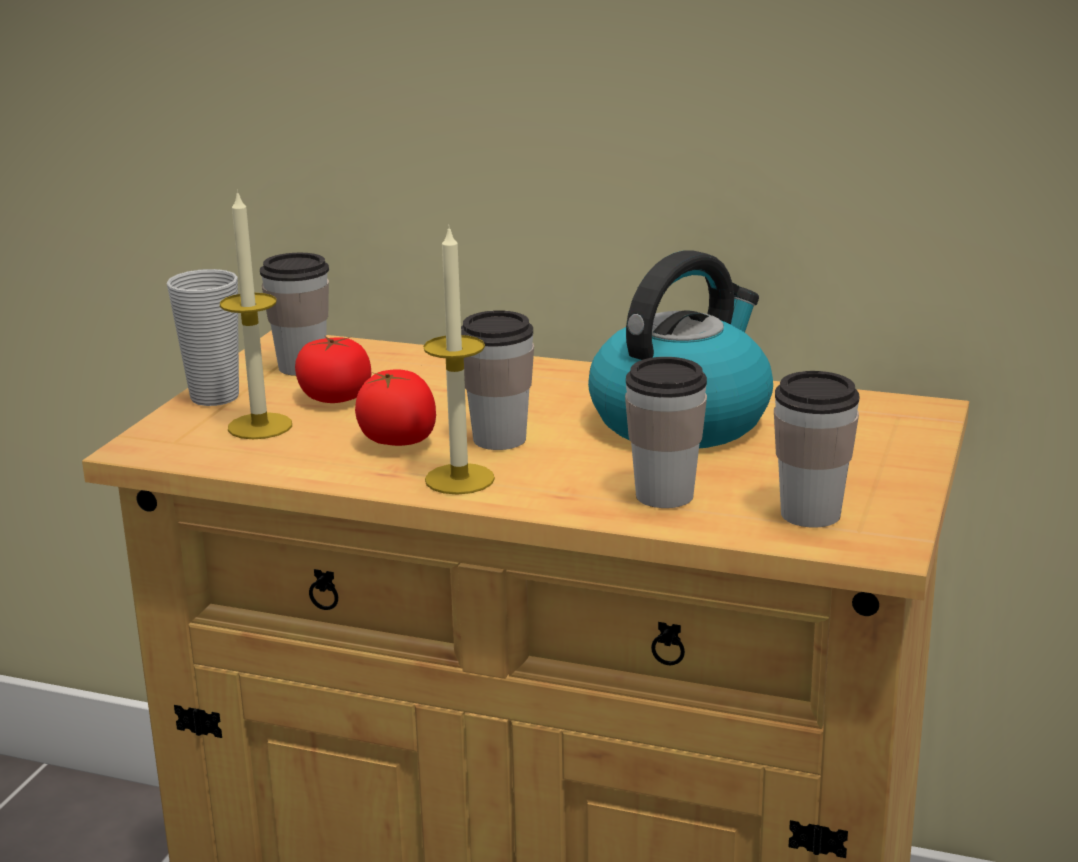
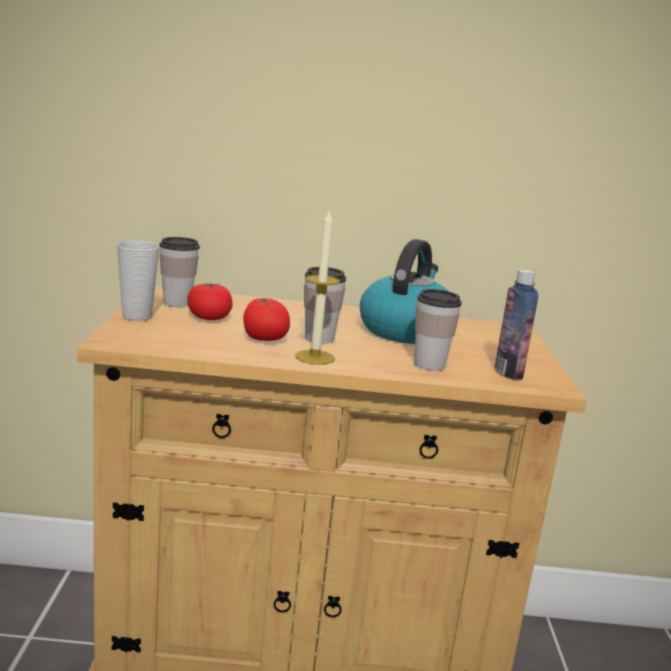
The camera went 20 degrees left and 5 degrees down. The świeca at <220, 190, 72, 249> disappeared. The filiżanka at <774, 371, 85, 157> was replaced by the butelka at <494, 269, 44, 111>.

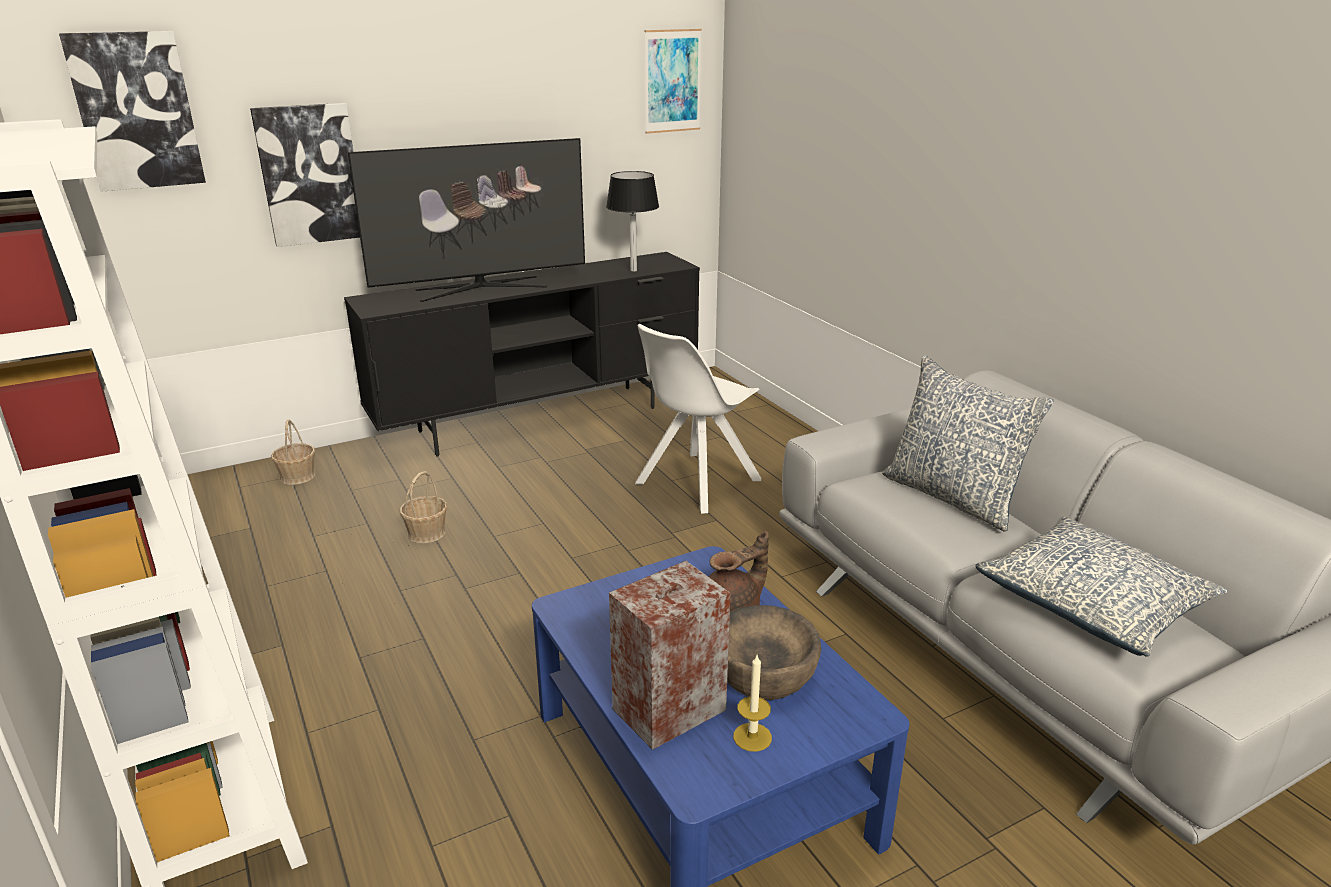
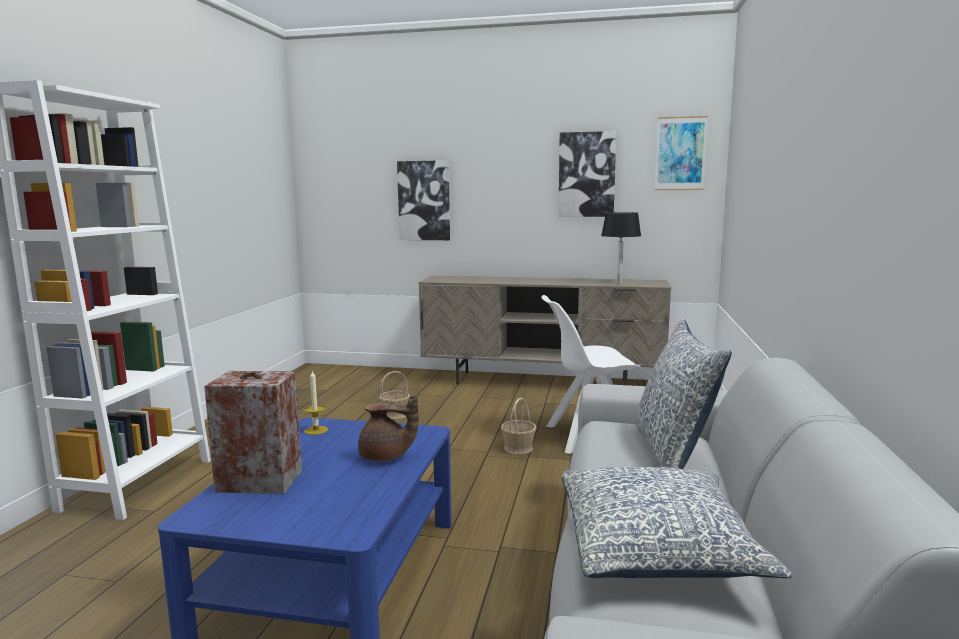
The camera went 40 degrees right and 15 degrees down. The obraz moved from <59, 31, 147, 161> to <558, 131, 58, 86>. The telewizor at <348, 138, 237, 164> disappeared. The szafka pod telewizor [czarny] at <344, 252, 356, 205> became the szafka pod telewizor [beżowy] at <418, 276, 253, 109>. The koszyk moved from <271, 419, 44, 66> to <501, 398, 36, 56>. The miska [brązowy] at <727, 605, 94, 95> disappeared. The świeca moved from <733, 655, 39, 97> to <304, 370, 24, 65>.

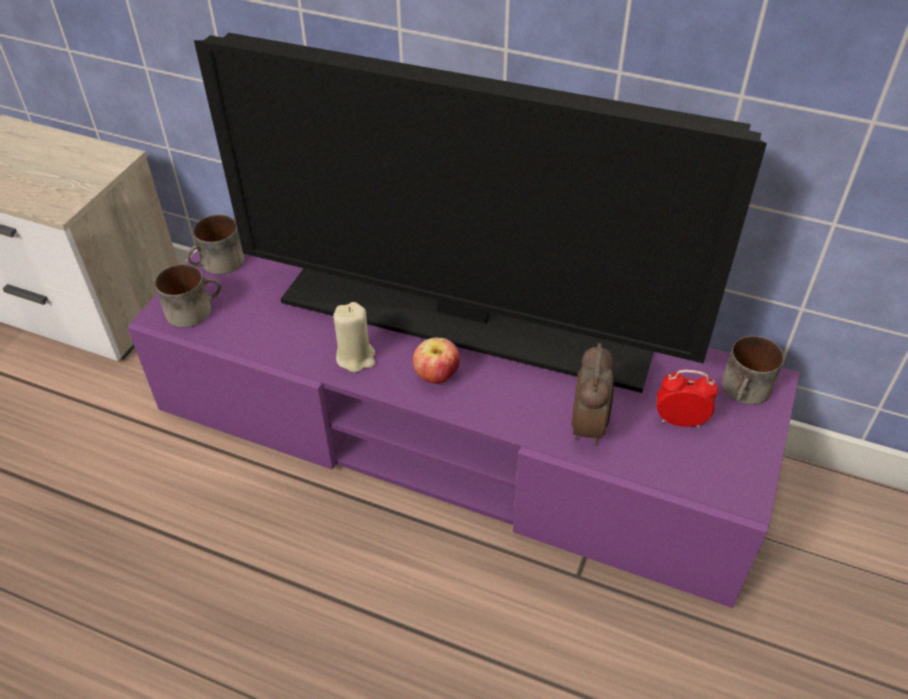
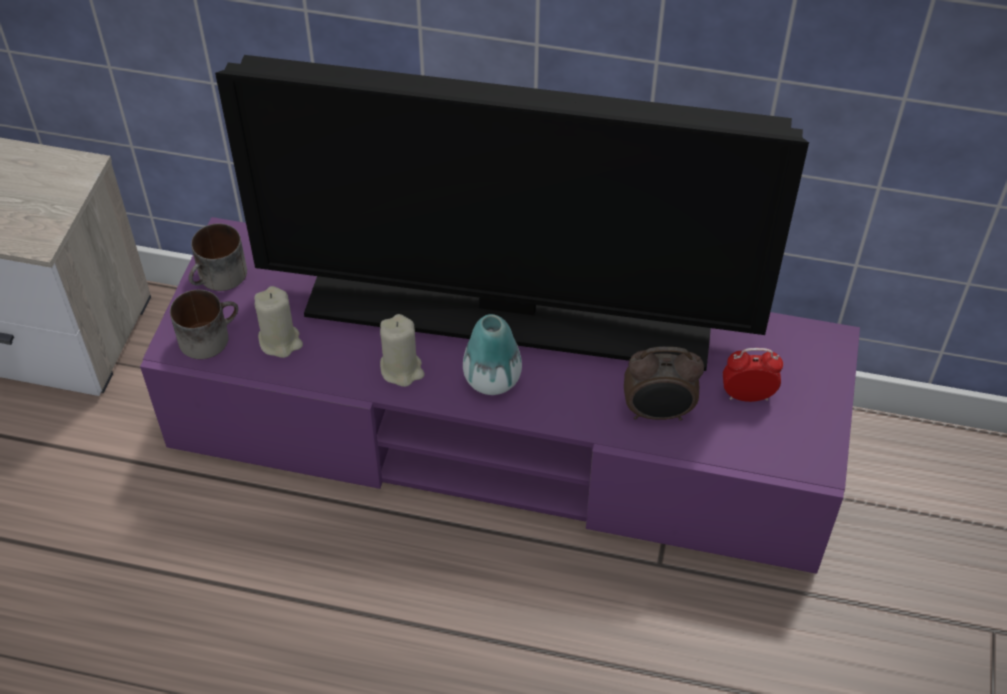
The camera went 10 degrees left and 5 degrees up. The kubek at <722, 336, 62, 69> disappeared. The jabłko at <413, 338, 47, 46> was replaced by the wazon at <463, 314, 59, 81>. The budzik at <571, 343, 43, 103> turned 90 degrees clockwise. The świeca [beżowy] at <254, 286, 49, 72> appeared.

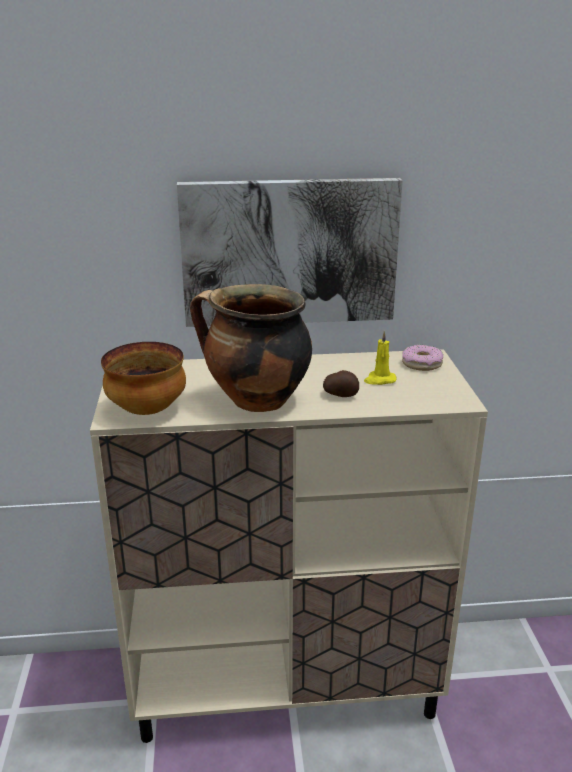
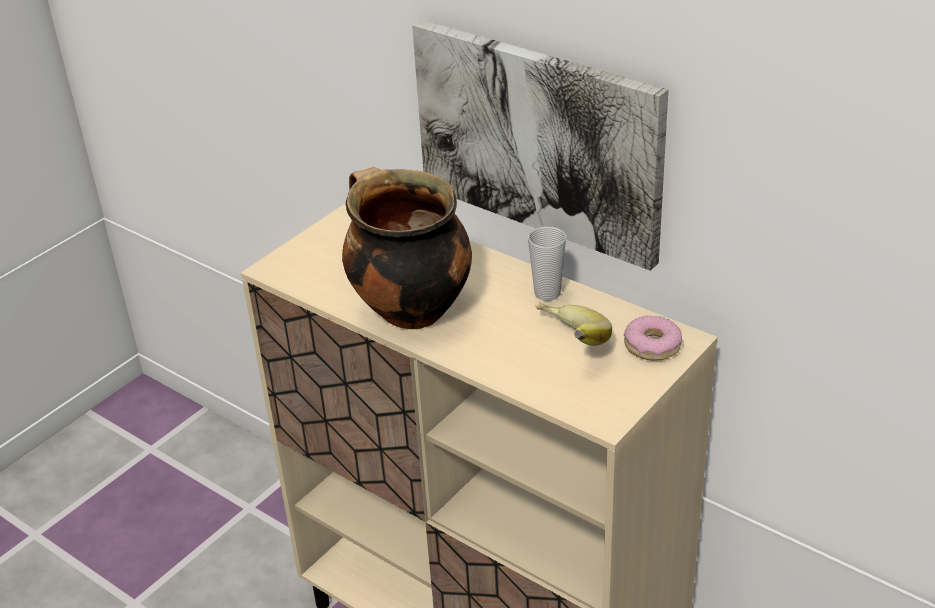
The camera went 45 degrees right and 10 degrees up. The świeca [żółty] at <364, 331, 33, 54> was replaced by the banan at <536, 302, 76, 44>. The miska at <101, 342, 85, 73> disappeared. The ziemniak at <323, 370, 36, 27> disappeared. The filiżanka at <528, 226, 38, 75> appeared.

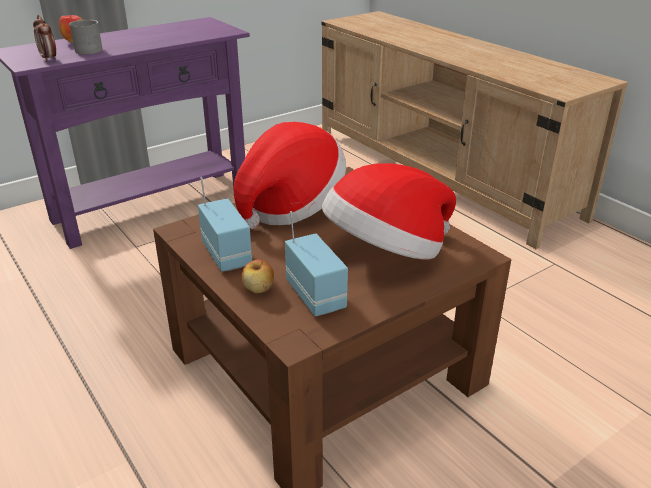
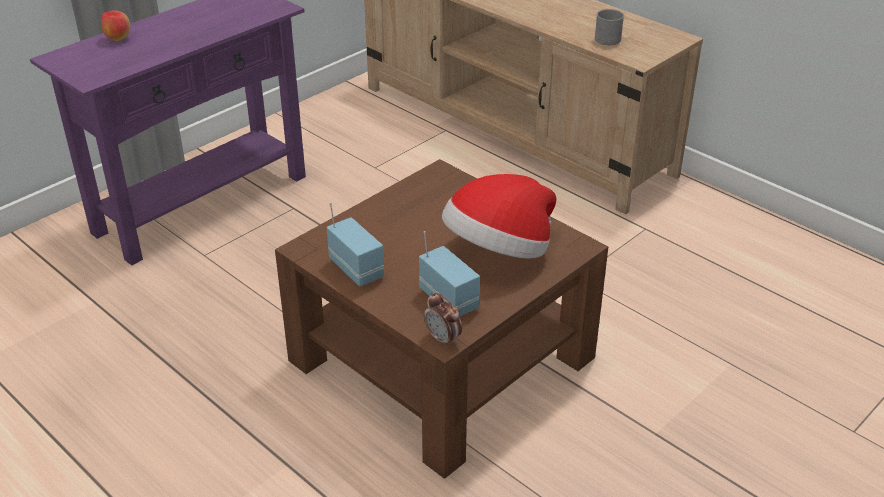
The camera went 10 degrees left and 5 degrees up. The budzik moved from <33, 15, 23, 47> to <424, 292, 38, 56>. The kubek [szary] moved from <69, 20, 34, 35> to <595, 9, 29, 36>. The kapelusz at <234, 122, 112, 107> disappeared. The jabłko at <241, 259, 33, 34> disappeared.

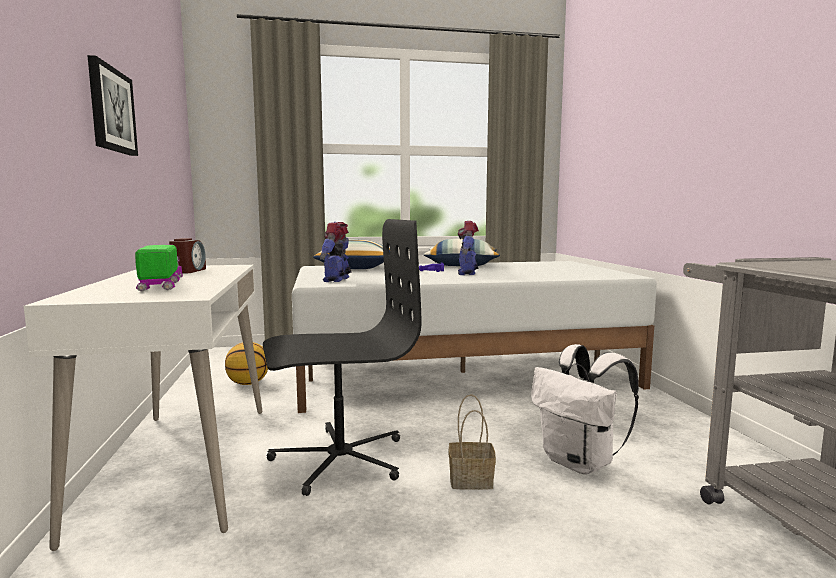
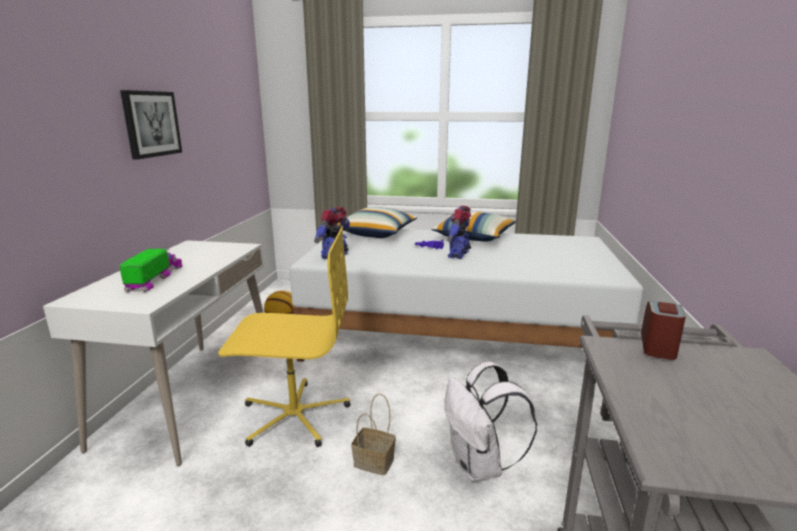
The camera went 20 degrees right and 10 degrees up. The krzesło biurowe [czarny] at <263, 219, 158, 277> became the krzesło biurowe [żółty] at <218, 226, 133, 221>. The budzik moved from <169, 238, 37, 36> to <641, 301, 45, 59>.

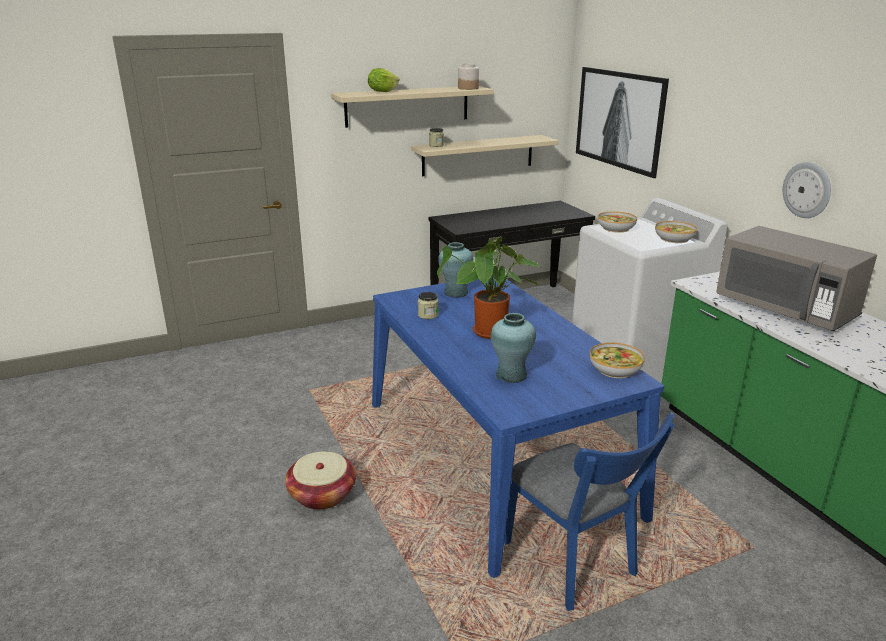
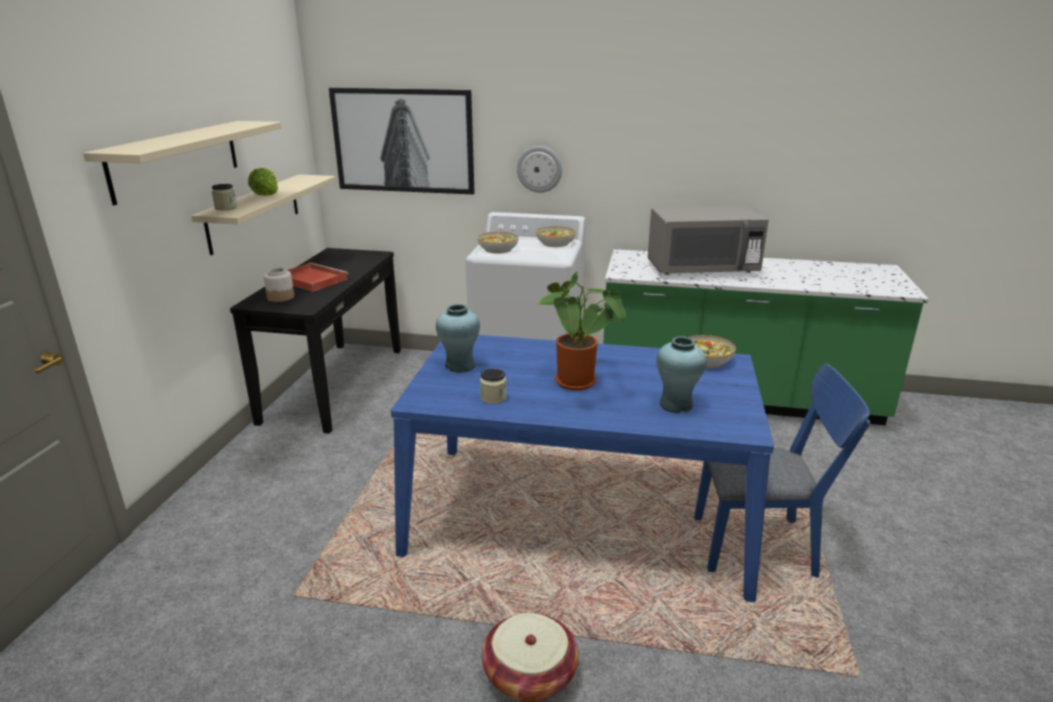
The camera went 55 degrees left and 0 degrees up. The słoik moved from <458, 64, 21, 26> to <263, 268, 31, 34>. The sałata moved from <368, 68, 31, 24> to <248, 168, 30, 28>. The zegar ścienny moved from <783, 162, 48, 56> to <517, 146, 45, 47>. The taca [czerwony] at <287, 263, 61, 29> appeared.

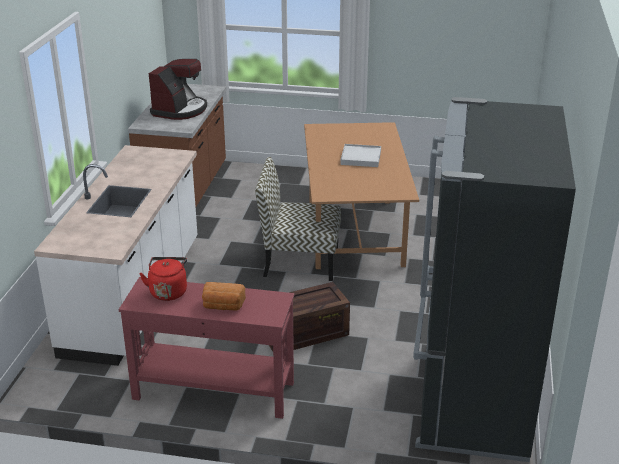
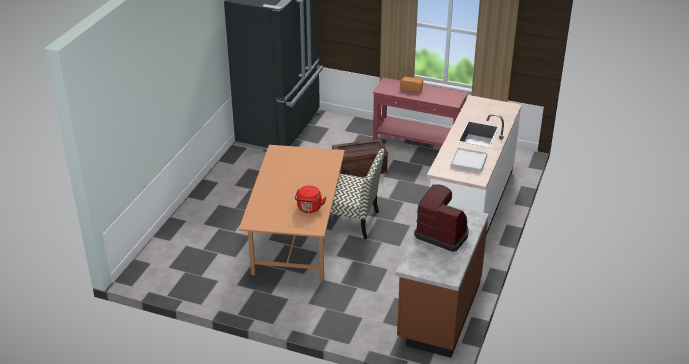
The camera went 170 degrees left and 5 degrees up. The ekspres do kawy at <149, 59, 58, 61> turned 90 degrees clockwise. The taca [biały] moved from <340, 144, 41, 23> to <451, 148, 36, 25>. The czajnik [czerwony] moved from <139, 257, 48, 44> to <295, 185, 32, 28>.

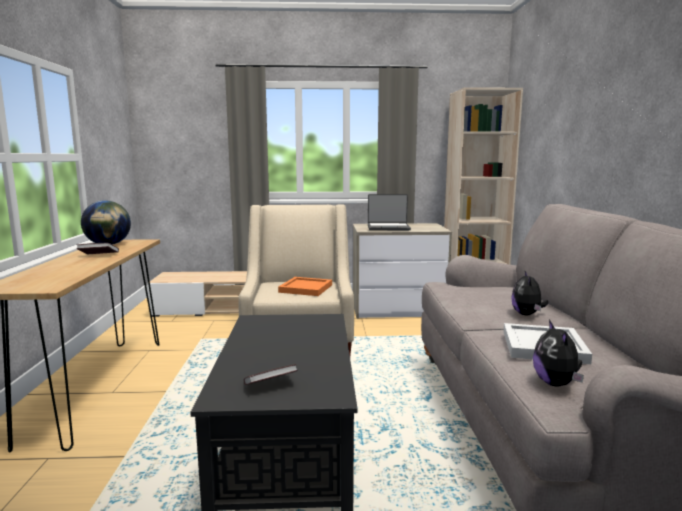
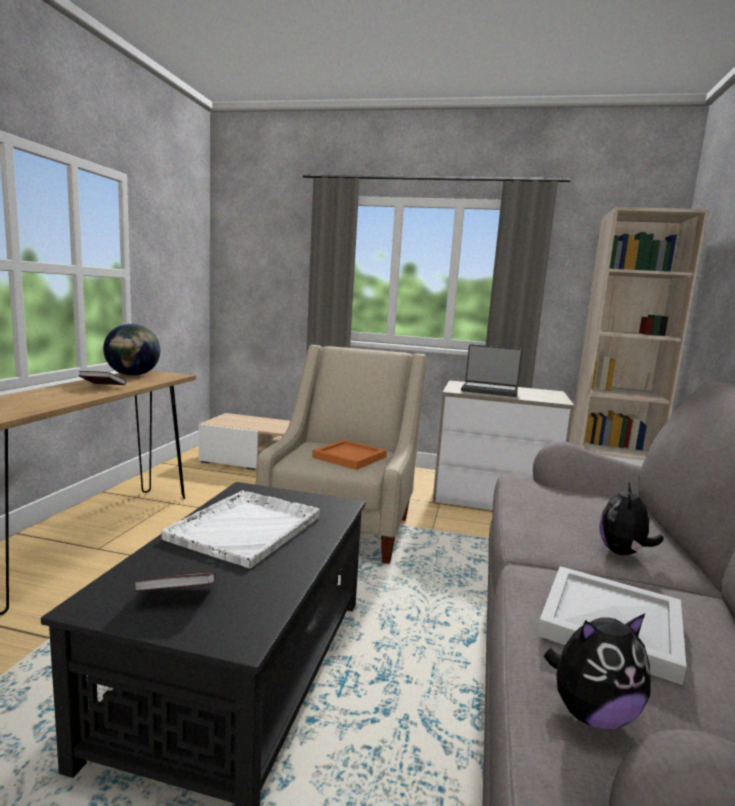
The camera went 15 degrees right and 0 degrees up. The pluszak at <533, 320, 51, 67> turned 120 degrees counterclockwise. The taca [biały] at <161, 490, 159, 78> appeared.

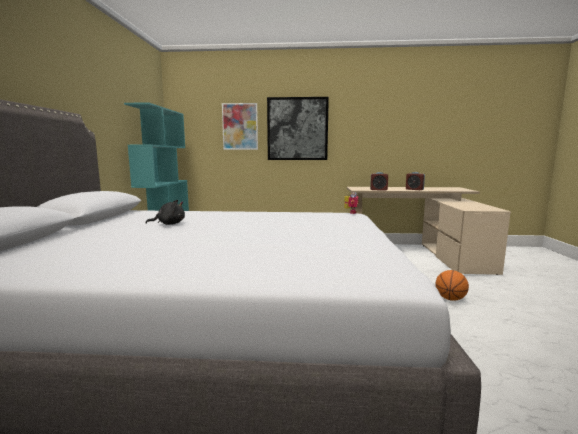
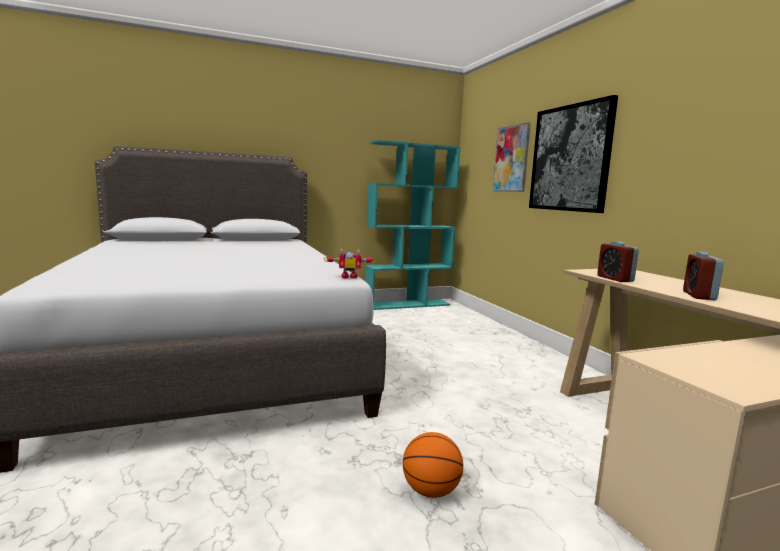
The camera went 65 degrees right and 0 degrees up. The pluszak [czarny] at <145, 200, 40, 25> disappeared.

